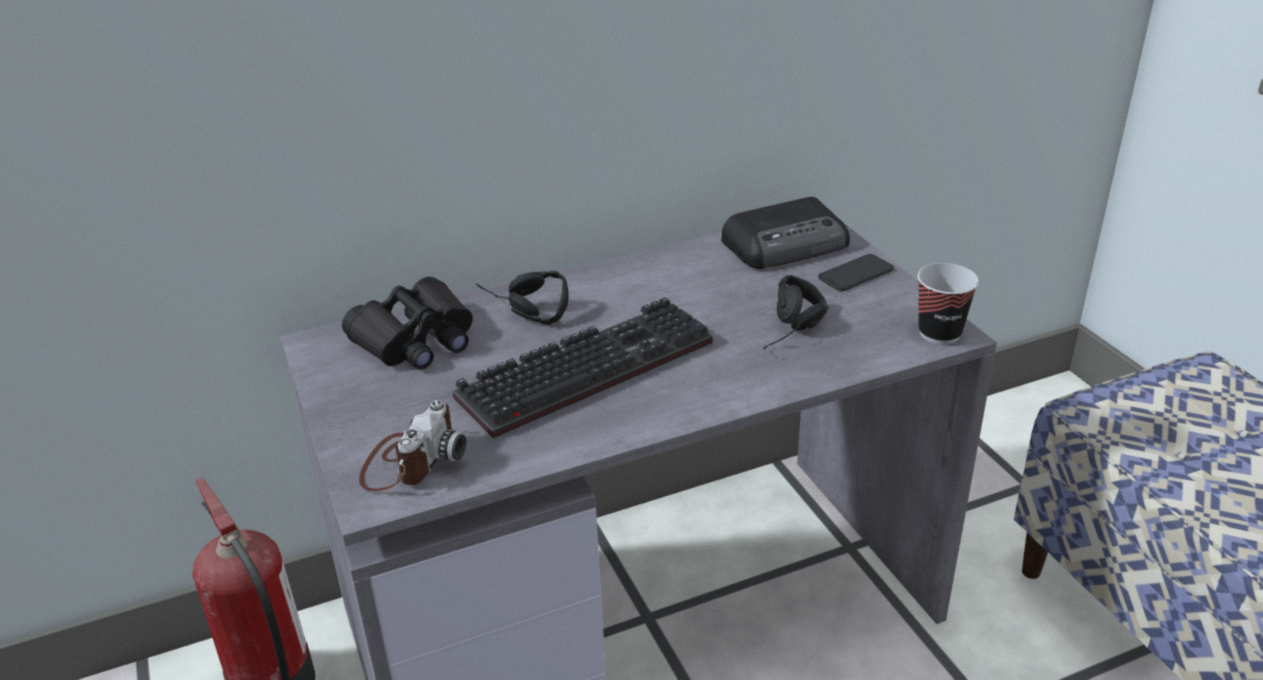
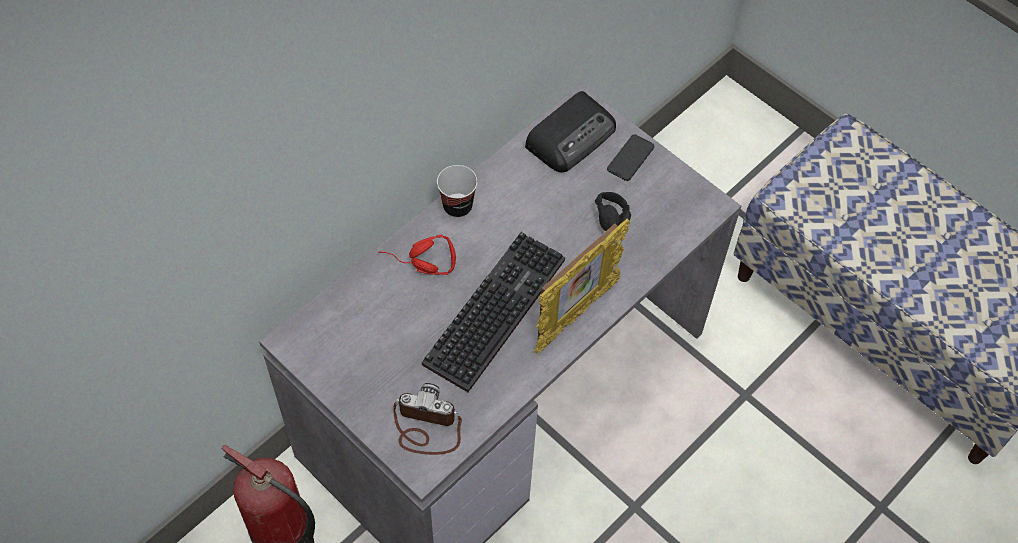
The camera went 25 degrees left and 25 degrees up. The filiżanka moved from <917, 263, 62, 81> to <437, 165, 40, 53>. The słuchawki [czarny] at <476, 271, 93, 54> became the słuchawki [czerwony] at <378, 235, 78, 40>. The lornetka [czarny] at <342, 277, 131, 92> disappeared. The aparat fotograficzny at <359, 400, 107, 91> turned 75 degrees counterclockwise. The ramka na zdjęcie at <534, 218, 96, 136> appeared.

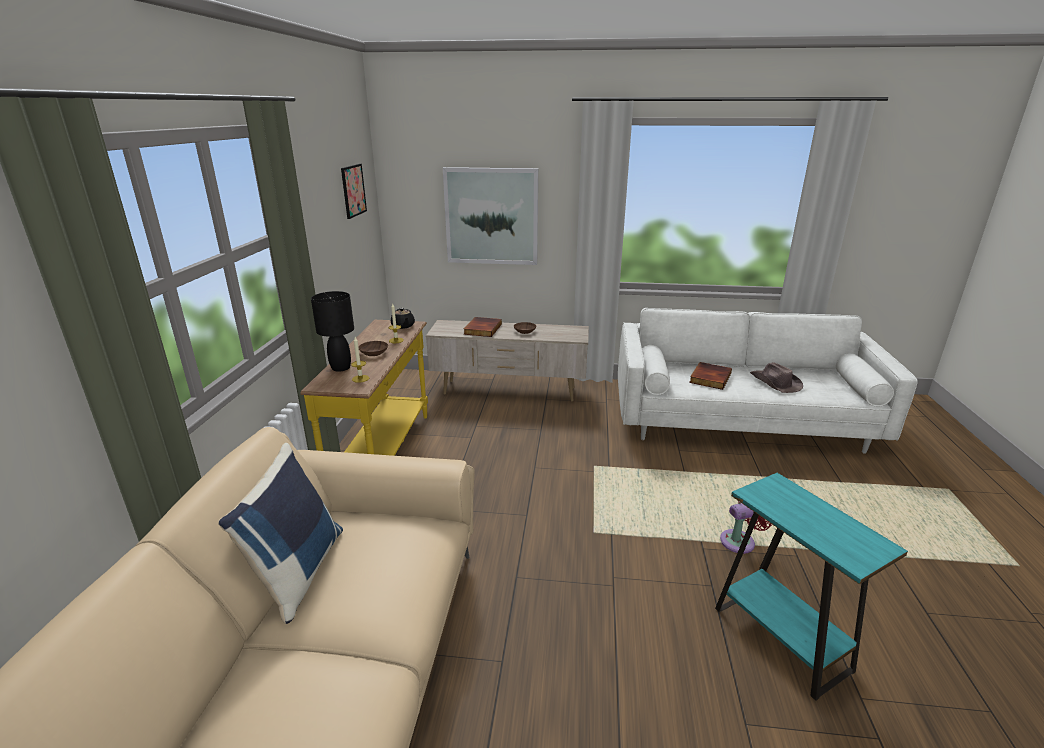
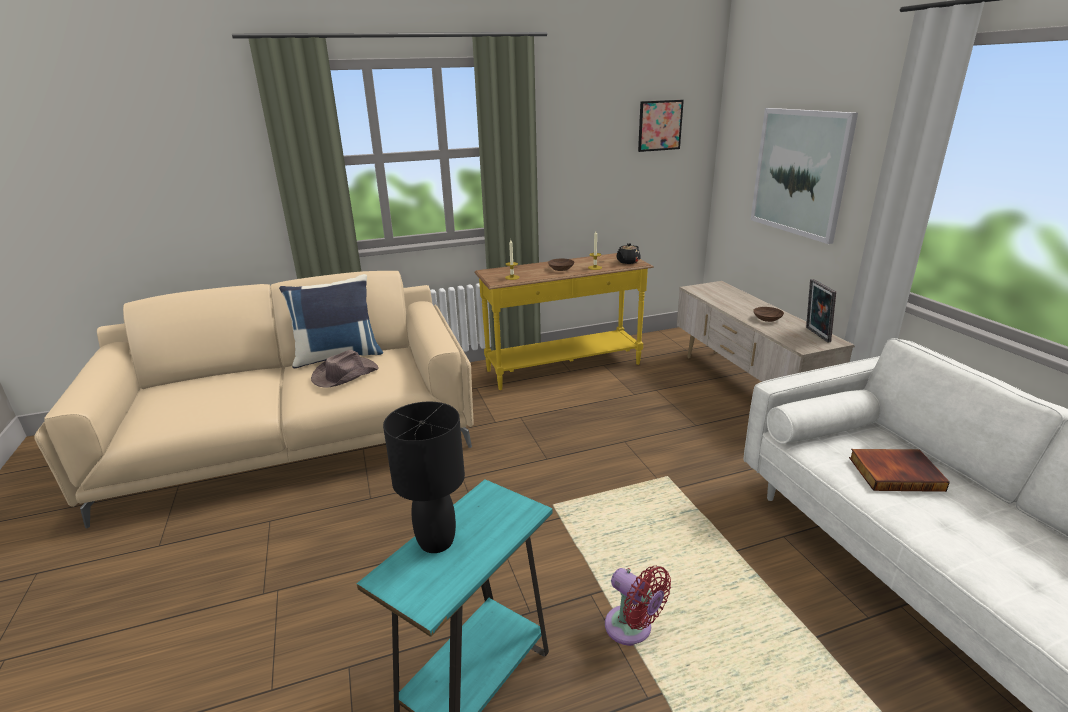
The camera went 65 degrees right and 0 degrees up. The lampa stołowa [czarny] moved from <311, 291, 43, 81> to <383, 401, 82, 152>. The książka at <464, 317, 38, 20> disappeared. The kapelusz [brązowy] moved from <750, 362, 53, 31> to <311, 350, 68, 37>. The ramka na zdjęcie at <806, 279, 30, 64> appeared.

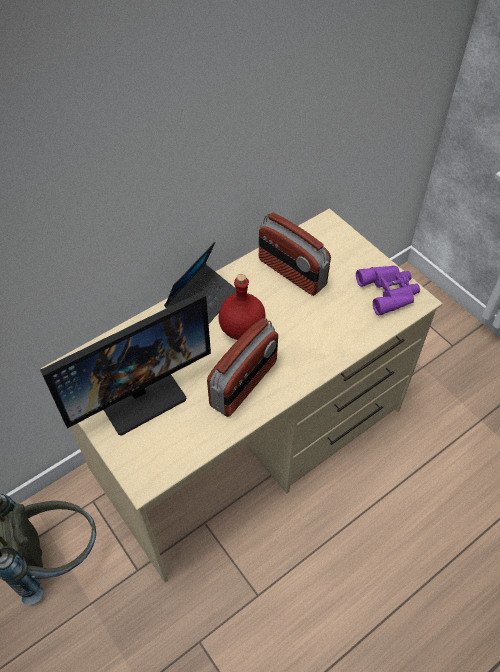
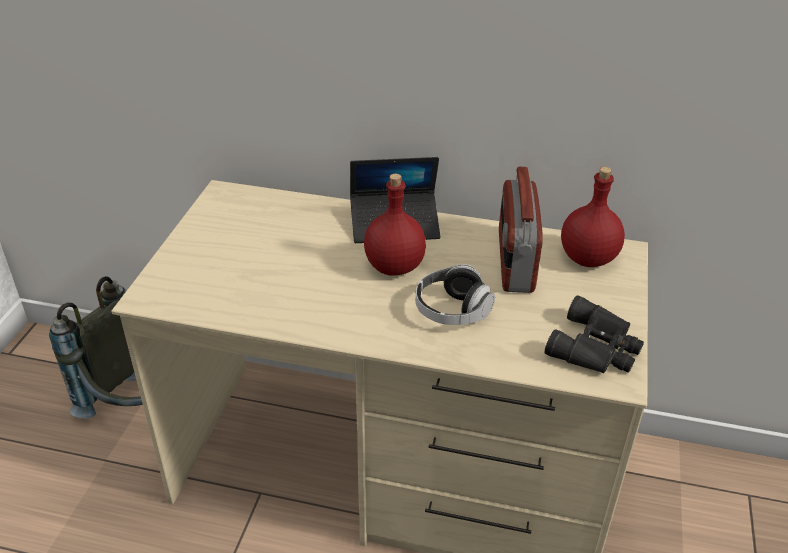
The camera went 50 degrees right and 15 degrees down. The lornetka [fioletowy] at <356, 266, 64, 49> became the lornetka [czarny] at <545, 295, 99, 78>. The monitor at <40, 291, 171, 145> disappeared. The radio at <207, 318, 71, 99> disappeared. The butelka [czerwony] at <561, 167, 64, 100> appeared. The słuchawki at <416, 264, 79, 61> appeared.

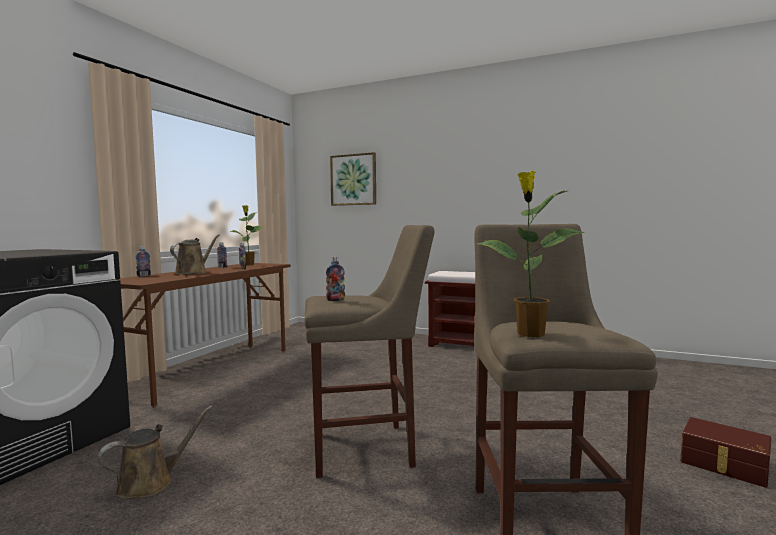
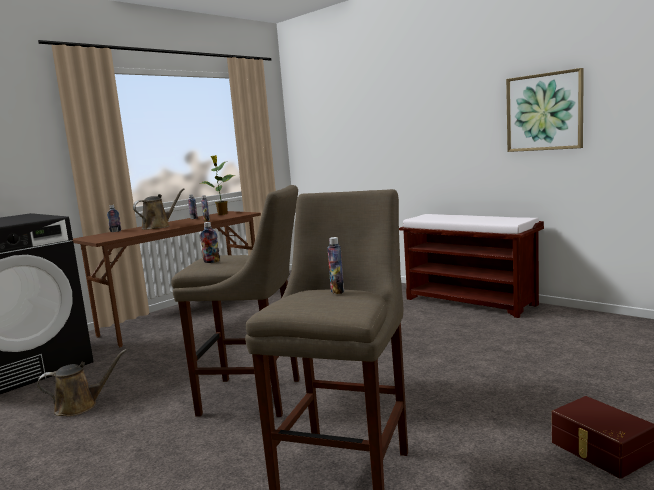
The camera went 20 degrees right and 5 degrees up. The obraz moved from <330, 152, 46, 54> to <506, 68, 78, 84>. The roślina doniczkowa at <476, 171, 109, 166> disappeared. The butelka at <327, 237, 17, 57> appeared.

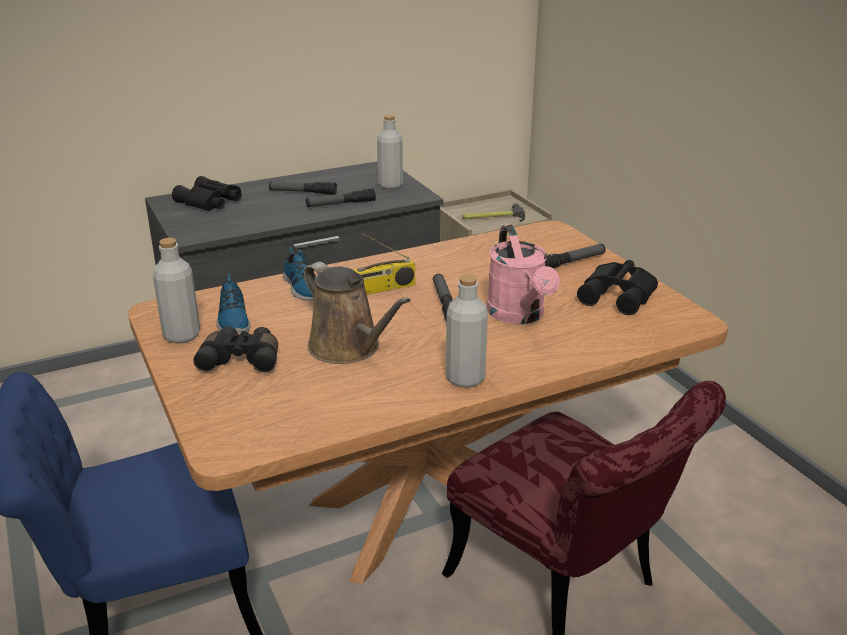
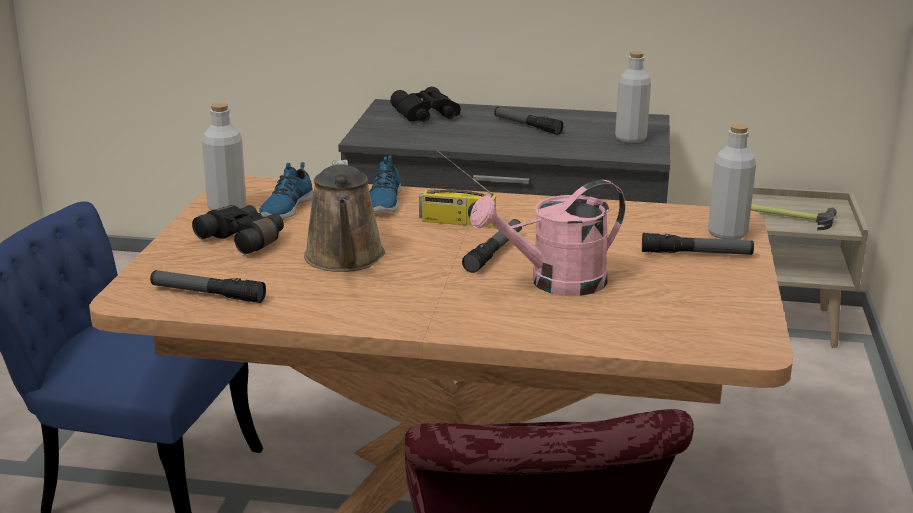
The camera went 35 degrees right and 5 degrees down. The latarka moved from <306, 188, 70, 19> to <150, 270, 116, 33>. The konewka [różowy] at <487, 225, 73, 99> turned 45 degrees clockwise. The lornetka [czarny] at <577, 260, 81, 55> disappeared. The butelka [szary] moved from <446, 274, 42, 114> to <708, 124, 48, 116>.

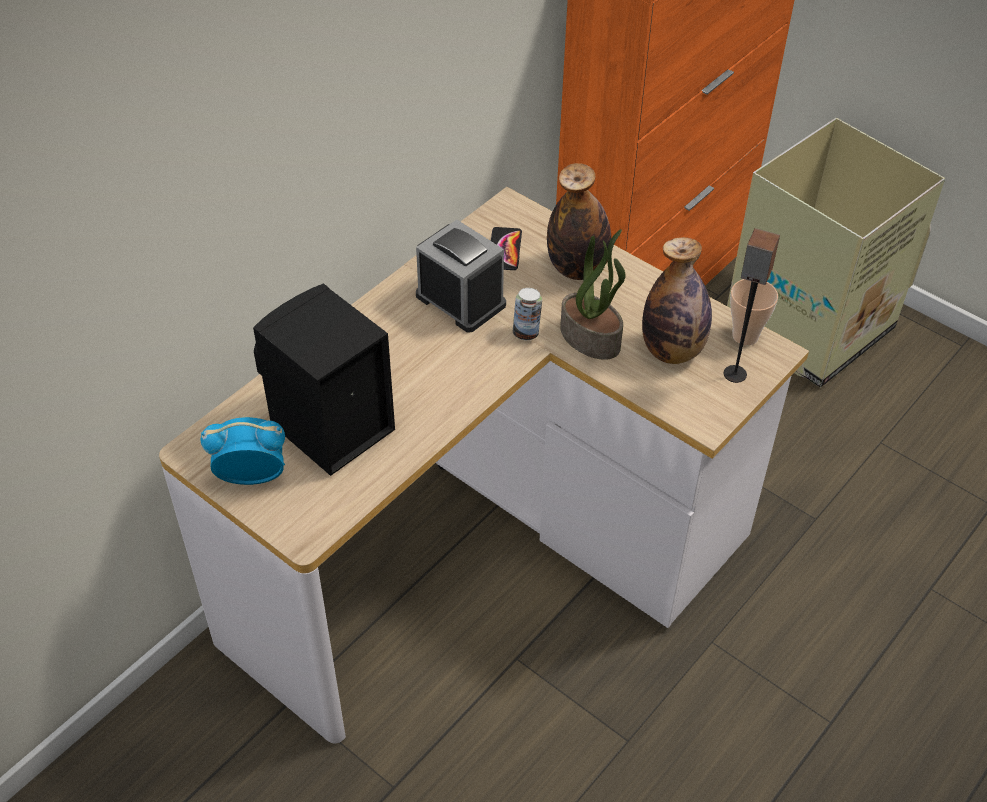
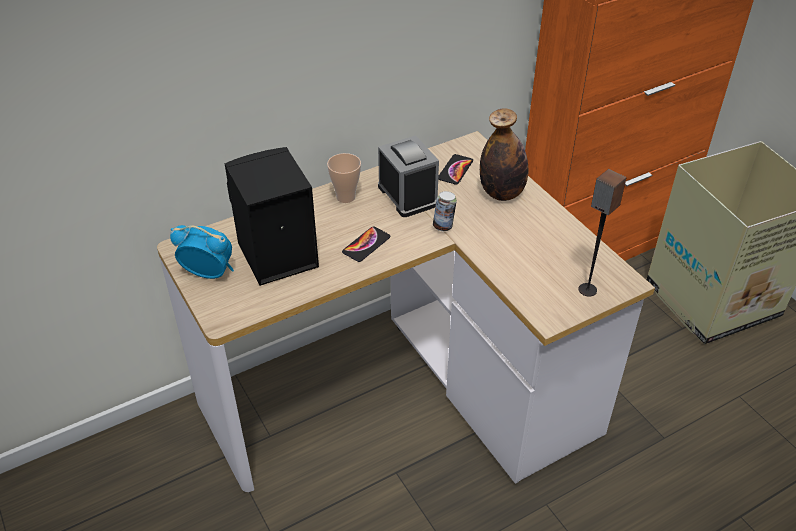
The camera went 20 degrees right and 5 degrees down. The roślina doniczkowa at <560, 229, 66, 131> disappeared. The butelka at <642, 237, 70, 127> disappeared. The filiżanka moved from <730, 279, 48, 66> to <327, 153, 34, 50>. The telefon at <342, 226, 48, 36> appeared.

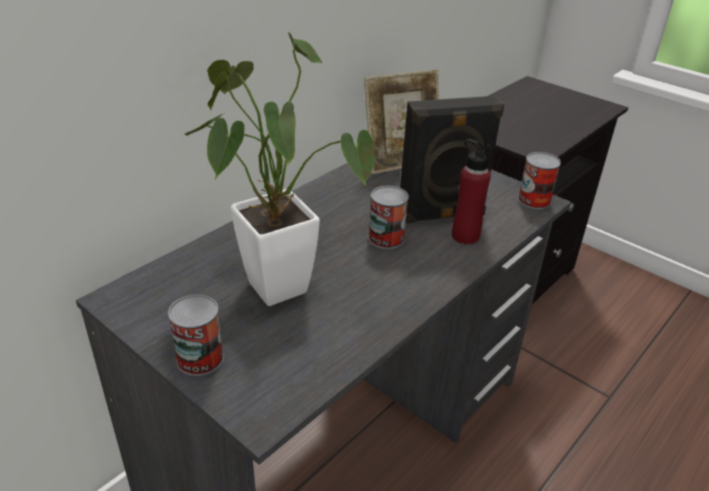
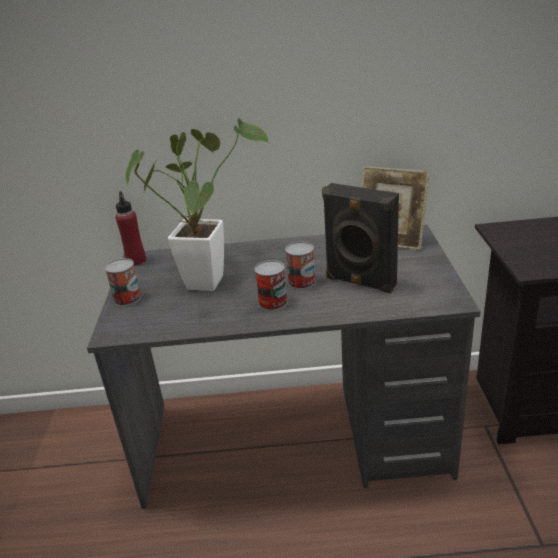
The camera went 50 degrees right and 5 degrees down. The butelka [czerwony] moved from <452, 139, 39, 105> to <116, 191, 30, 75>. The puszka moved from <518, 152, 43, 57> to <255, 260, 33, 51>.

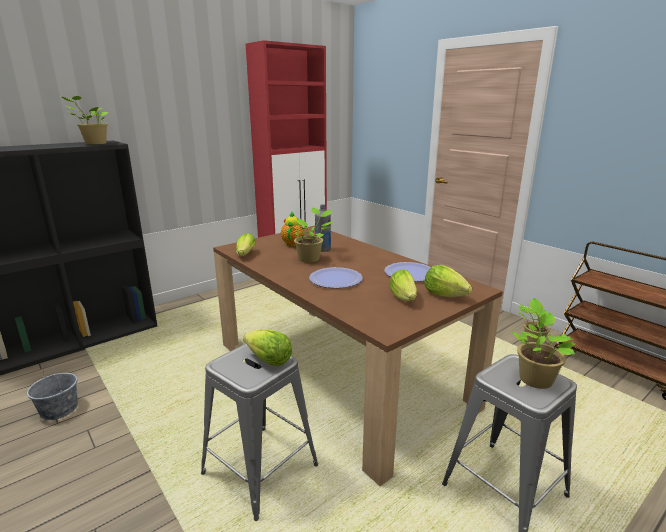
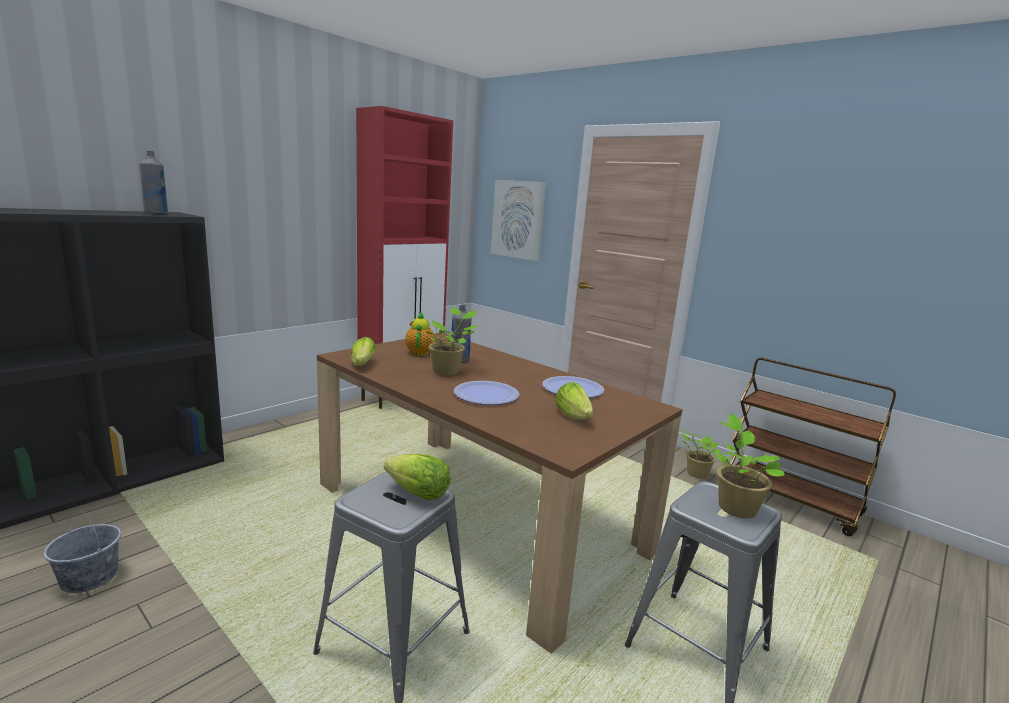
The camera went 10 degrees left and 5 degrees down. The roślina doniczkowa at <62, 96, 46, 49> was replaced by the butelka [szary] at <139, 151, 29, 63>. The sałata at <425, 265, 47, 32> disappeared. The obraz at <491, 180, 55, 81> appeared.

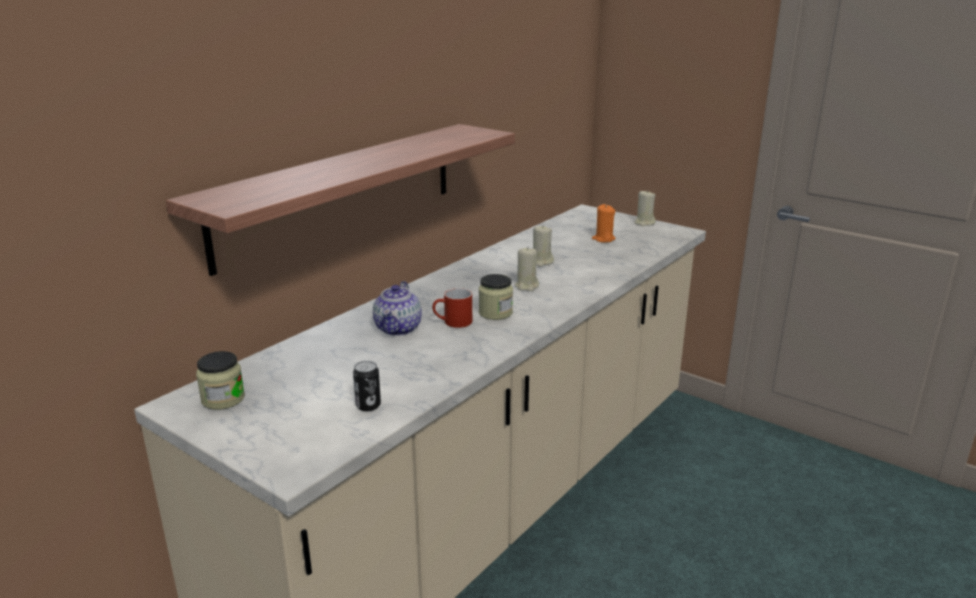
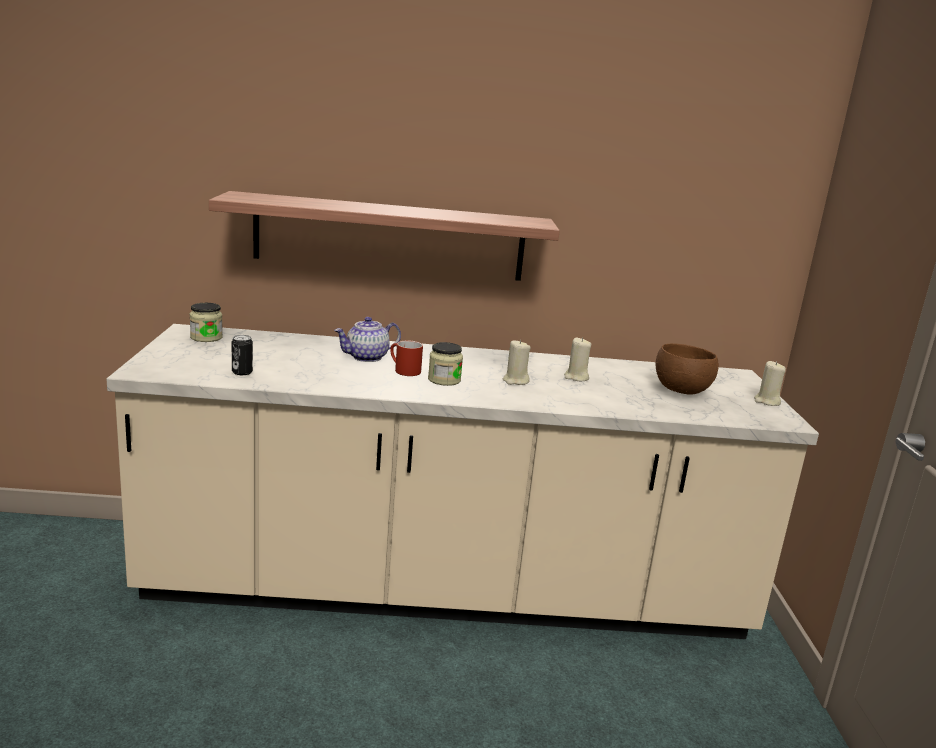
The camera went 50 degrees right and 5 degrees down. The świeca [pomarańczowy] at <592, 204, 24, 39> was replaced by the miska [brązowy] at <655, 344, 64, 51>.

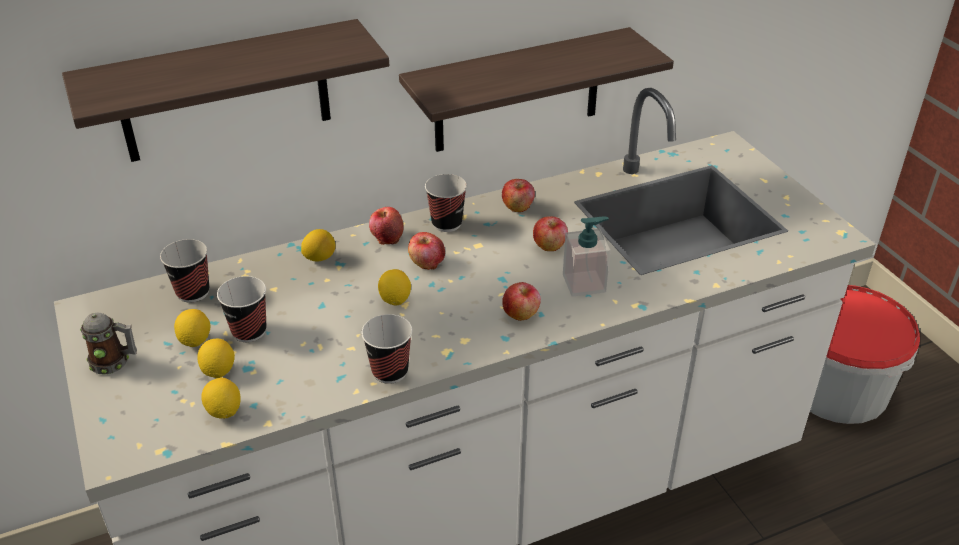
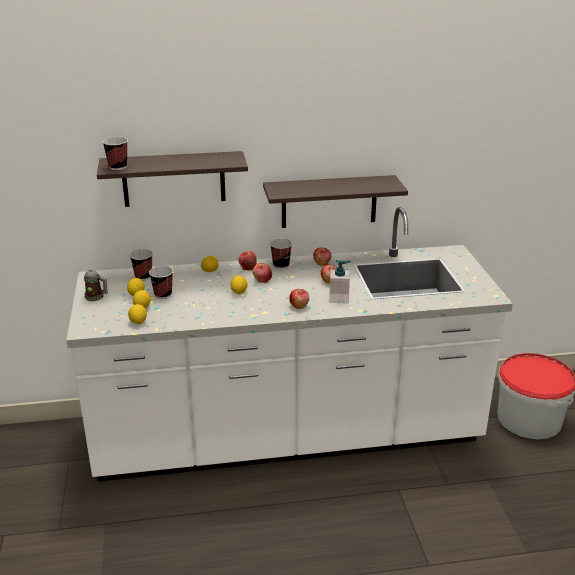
The camera went 15 degrees right and 10 degrees down. The filiżanka moved from <361, 314, 51, 70> to <102, 137, 26, 33>.

